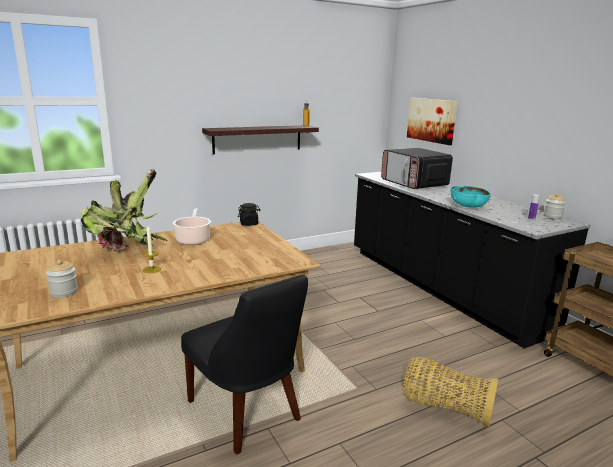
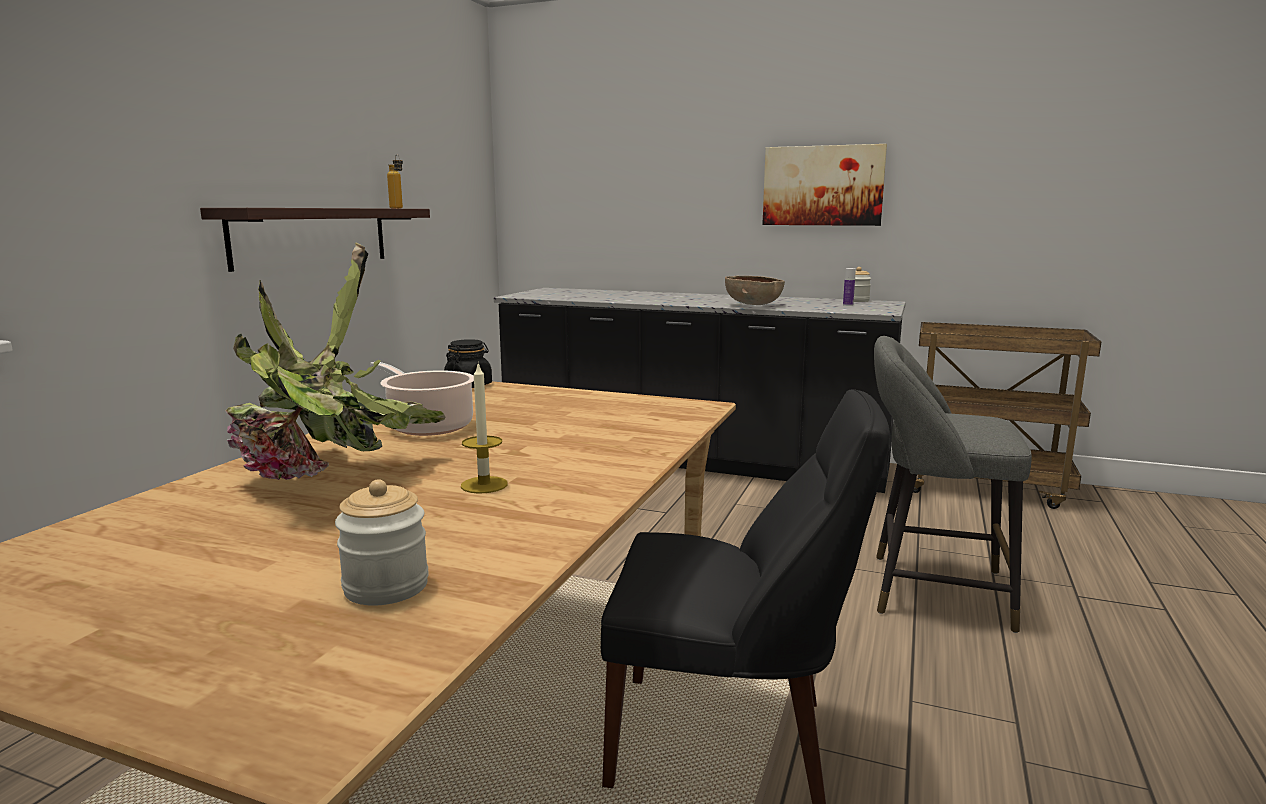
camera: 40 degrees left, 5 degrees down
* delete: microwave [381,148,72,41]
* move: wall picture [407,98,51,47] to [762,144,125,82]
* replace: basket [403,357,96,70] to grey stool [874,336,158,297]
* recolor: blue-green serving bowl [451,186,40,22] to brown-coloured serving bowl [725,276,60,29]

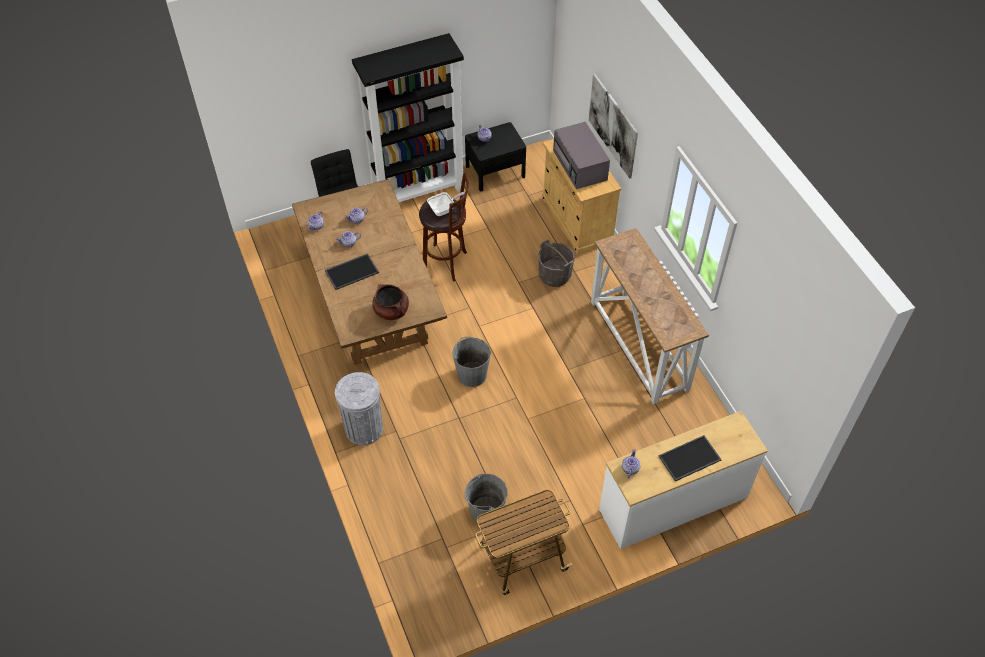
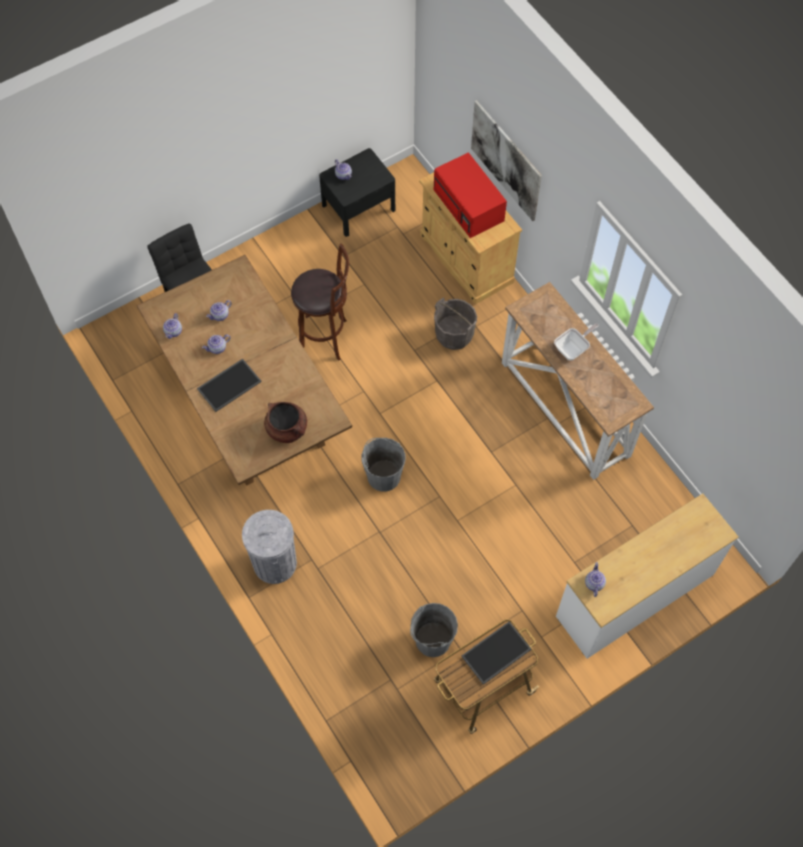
camera: 10 degrees left, 10 degrees up
* delete: blackish bookshelf [352,33,112,169]
* move: frying pan [427,192,38,24] to [554,324,45,36]
* move: serving tray [658,435,64,47] to [461,621,71,64]
* recolor: grey microwave [553,122,57,67] to red microwave [434,152,73,86]

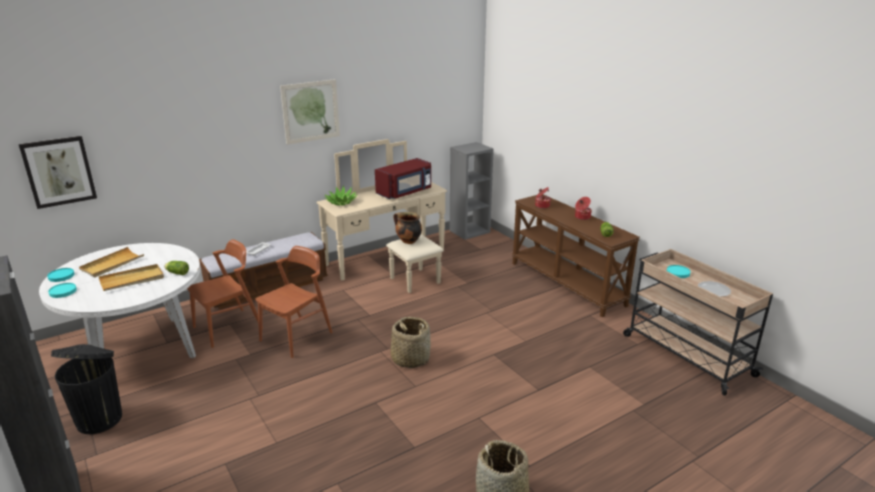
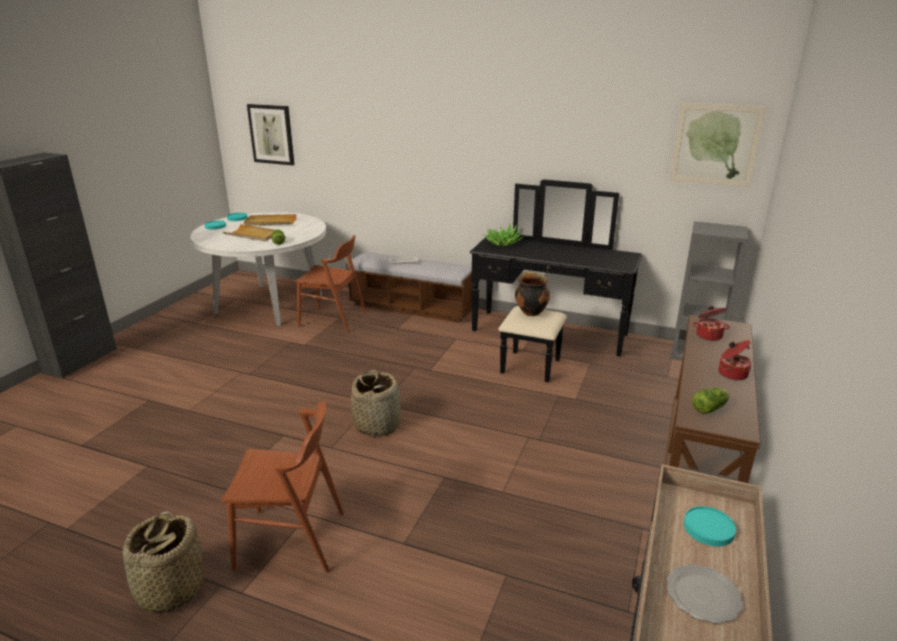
camera: 55 degrees right, 0 degrees up
* delete: blackish trash can [51,344,71,90]
* delete: red microwave [375,158,56,41]
* move: brown-coloured upright chair [255,246,77,112] to [221,401,123,172]
* move: wall picture [280,79,60,66] to [670,103,96,84]
* recolor: beige dresser [316,139,131,154] to blackish dresser [470,179,172,203]

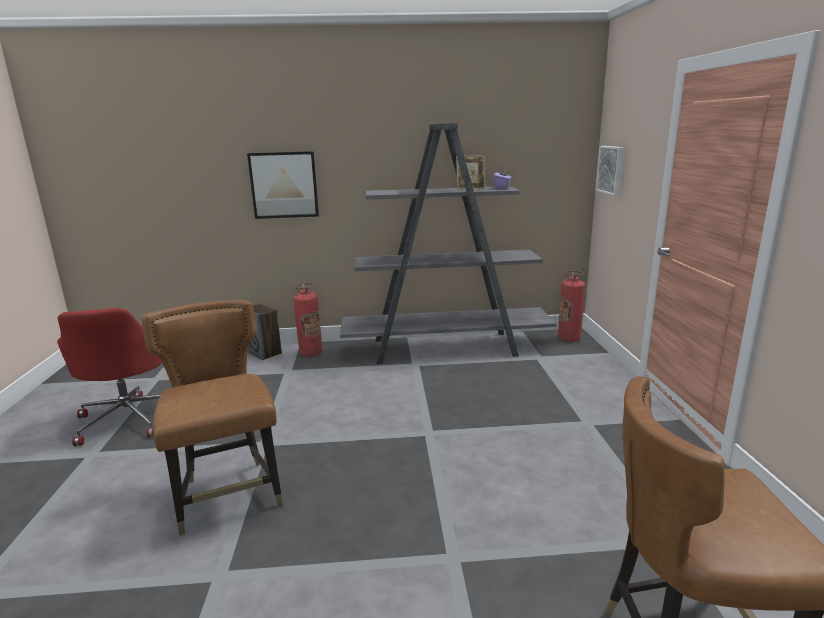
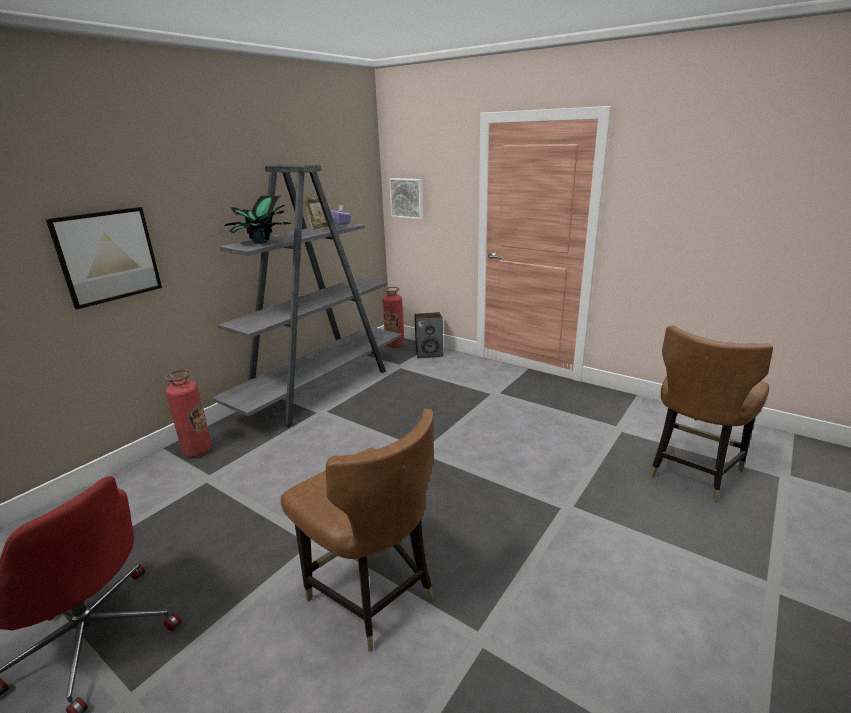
camera: 50 degrees left, 5 degrees up
* insert: houseplant [225,196,66,48]
* move: speaker [248,304,34,56] to [415,312,28,46]
* rotate: brown-coloured upright chair [142,300,141,235] = [281,409,153,243] 150 degrees counterclockwise

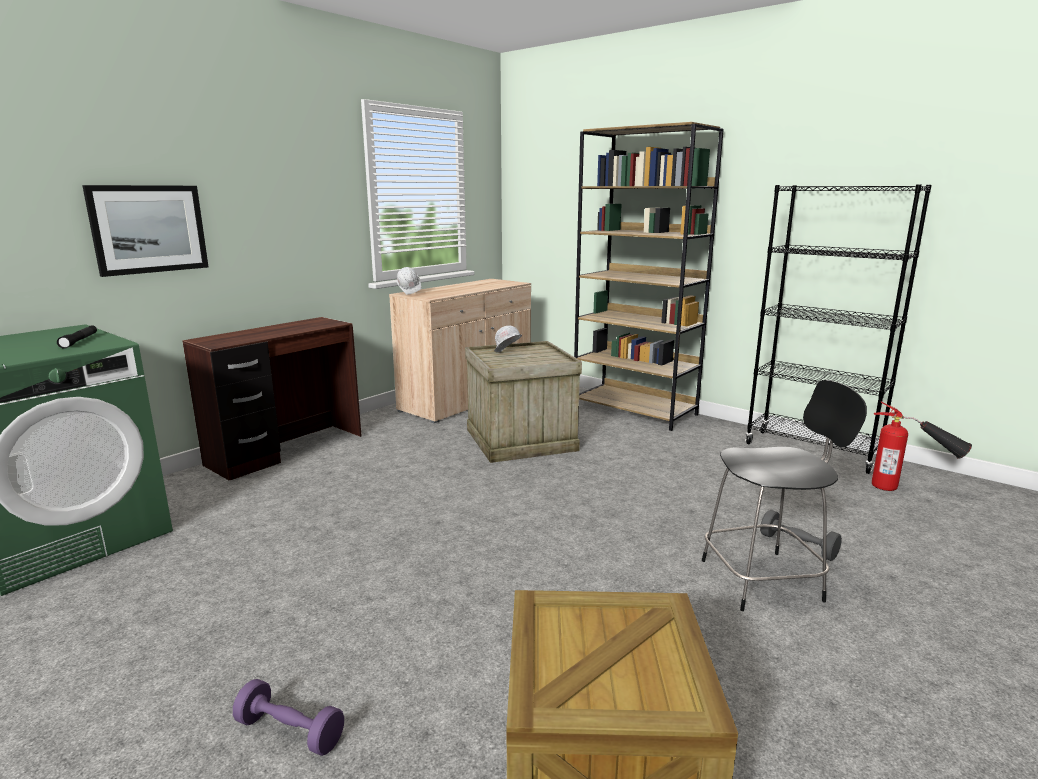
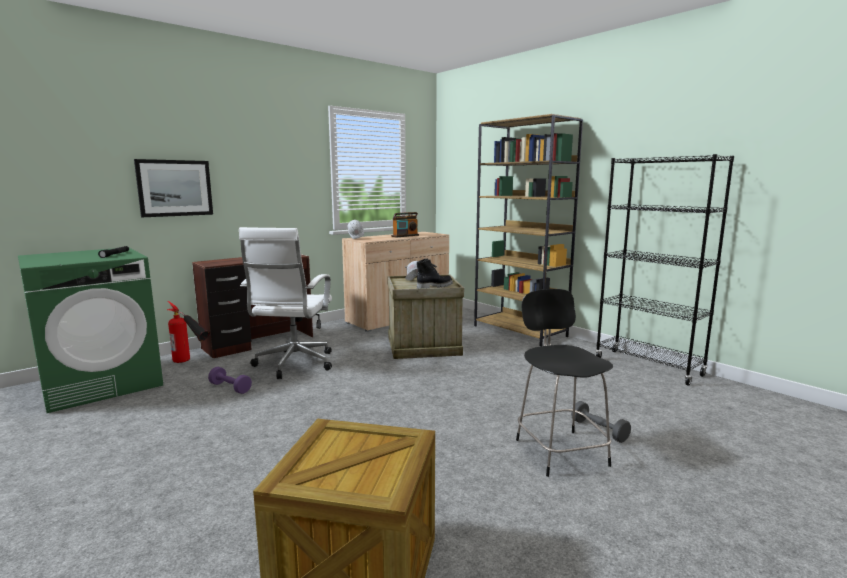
camera: 10 degrees right, 5 degrees down
* insert: whitish computer chair [239,227,93,152]
* insert: radio receiver [391,212,28,26]
* insert: blackish tall boot [417,258,36,31]
* move: purplish hand weight [233,679,111,77] to [208,367,44,27]
* move: fire-fighting cylinder [872,401,100,90] to [167,301,43,62]
* rotate: blackish upright chair [702,380,165,231] = [516,289,97,188] 105 degrees counterclockwise

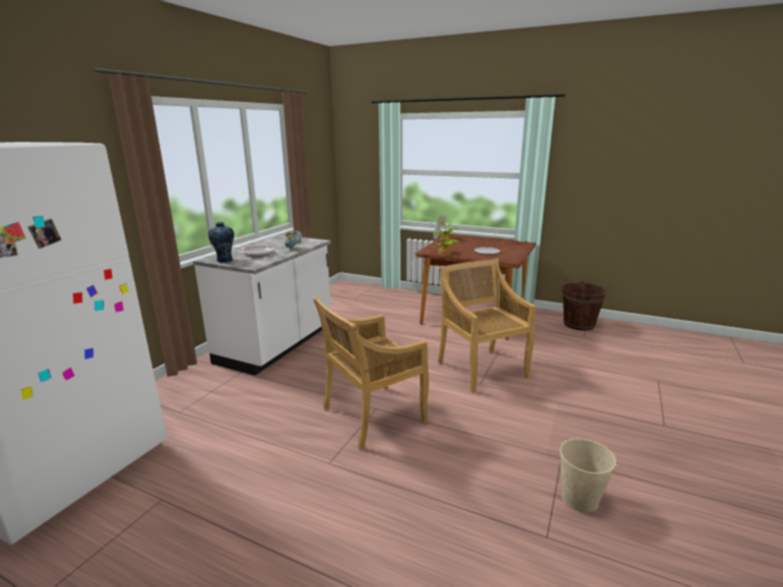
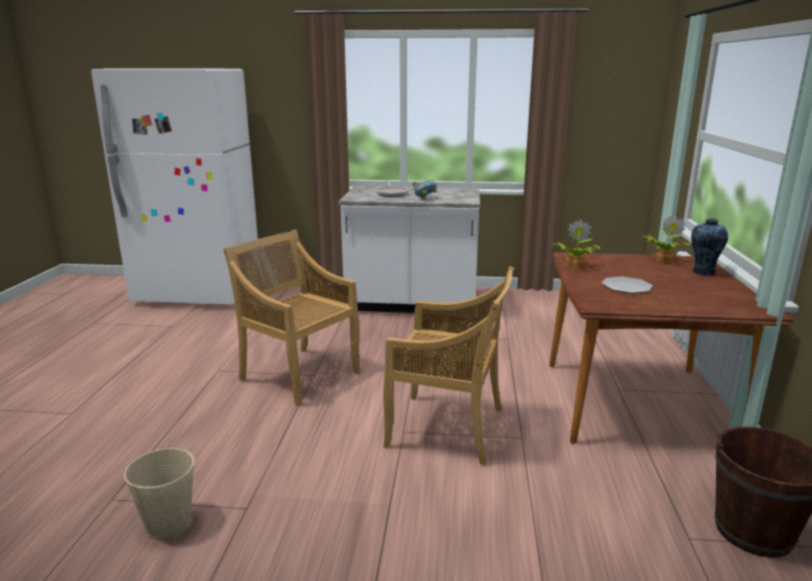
camera: 70 degrees right, 0 degrees up
* move: flower vase [208,222,26,41] to [691,218,37,58]
* rotate: beige upright chair [438,258,98,135] = [383,266,131,199] 60 degrees clockwise

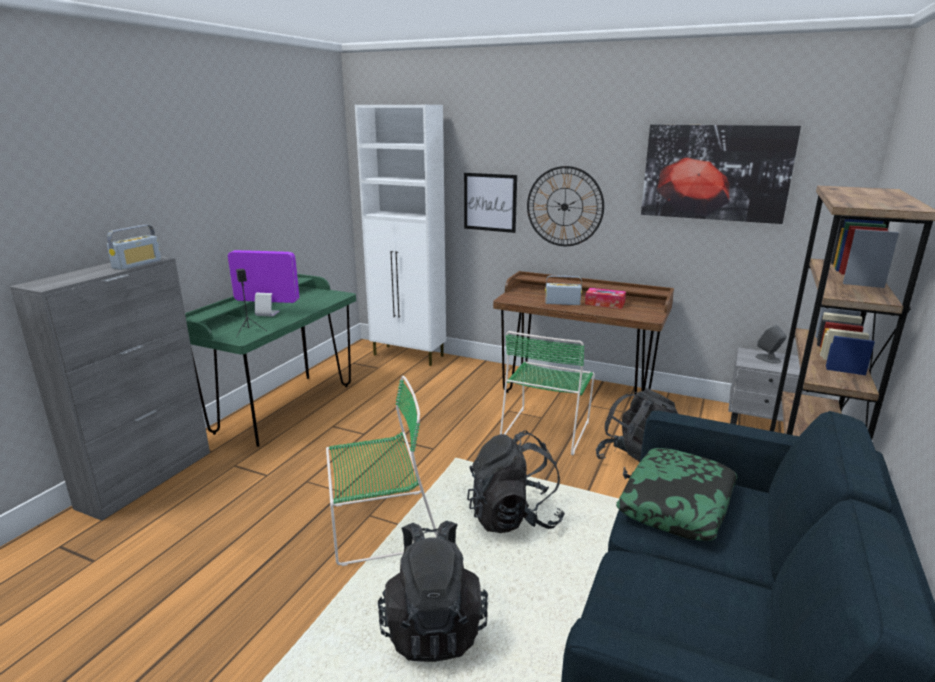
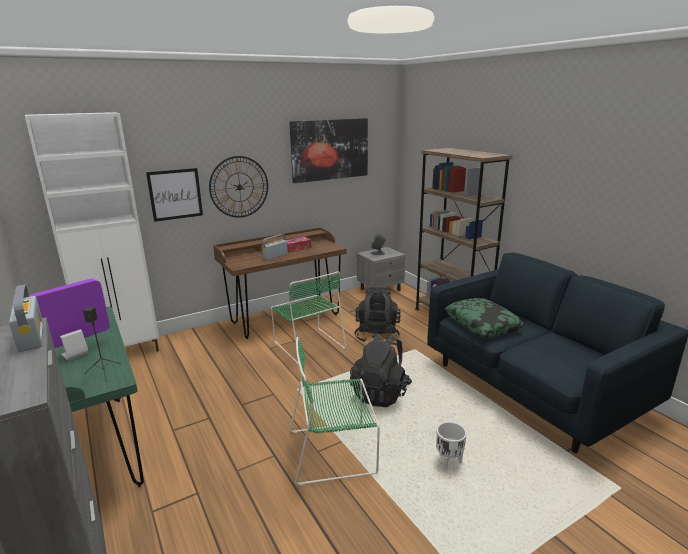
camera: 55 degrees left, 0 degrees up
* replace: blackish rucksack [378,521,110,141] to whitish planter [436,422,31,49]
* rotate: greenish upright chair [326,376,111,190] = [290,337,90,149] 120 degrees counterclockwise

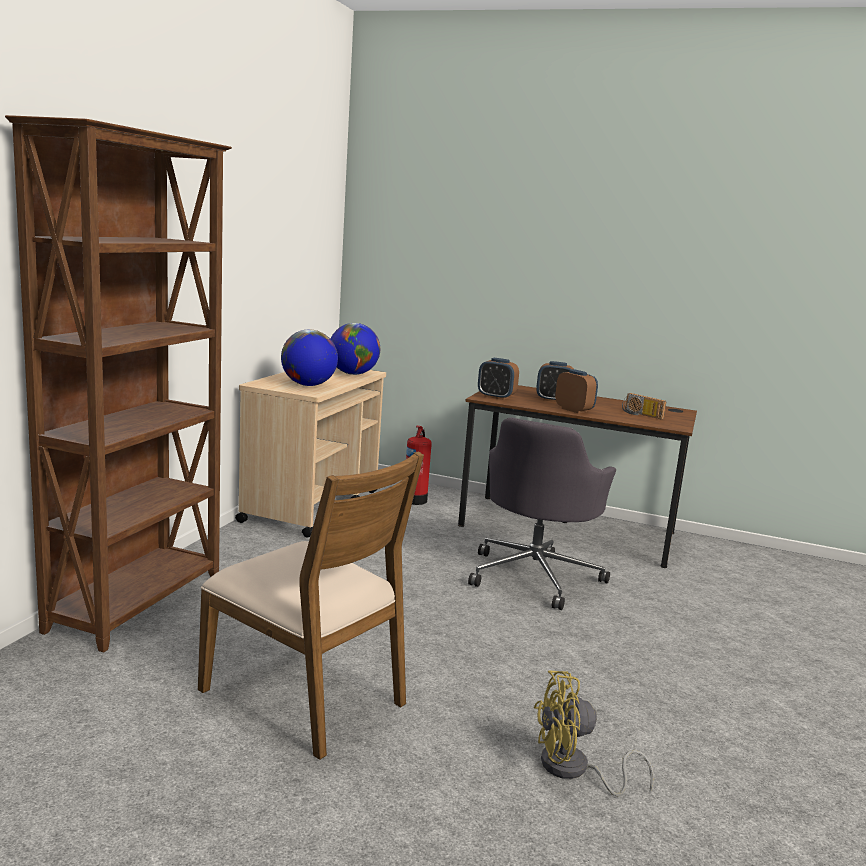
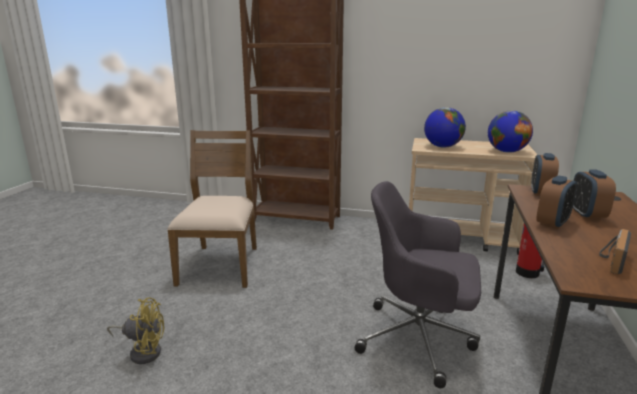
camera: 85 degrees right, 5 degrees up
* rotate: brown-coloured upright chair [198,451,226,309] = [167,130,90,158] 150 degrees clockwise
* rotate: yellow-coloured electric fan [534,670,120,126] = [107,297,58,67] 105 degrees clockwise

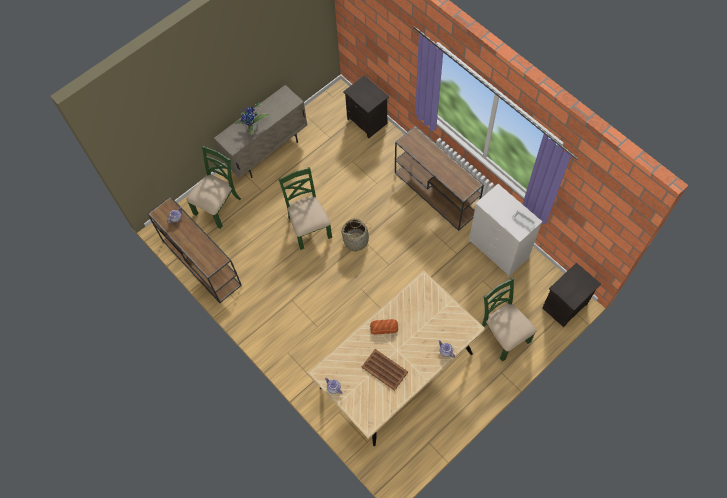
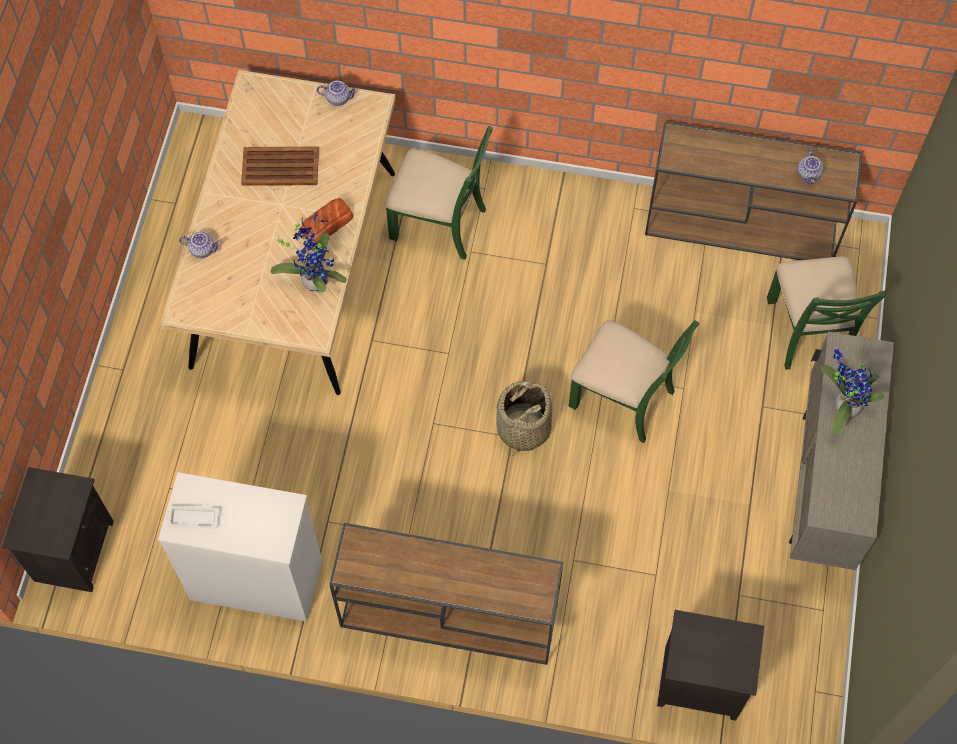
camera: 140 degrees right, 0 degrees up
* insert: houseplant [271,212,76,80]
* move: greenish upright chair [482,278,55,84] to [385,126,108,134]

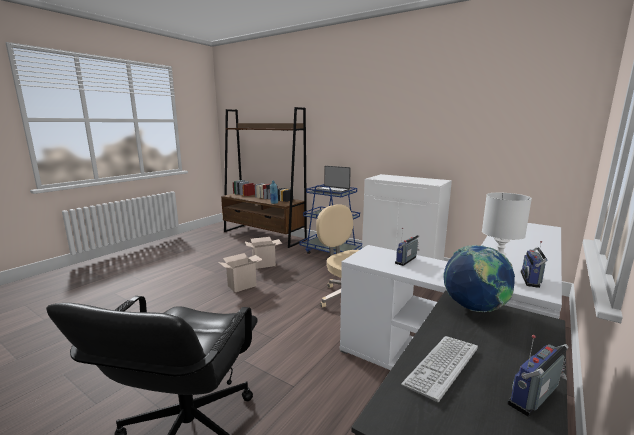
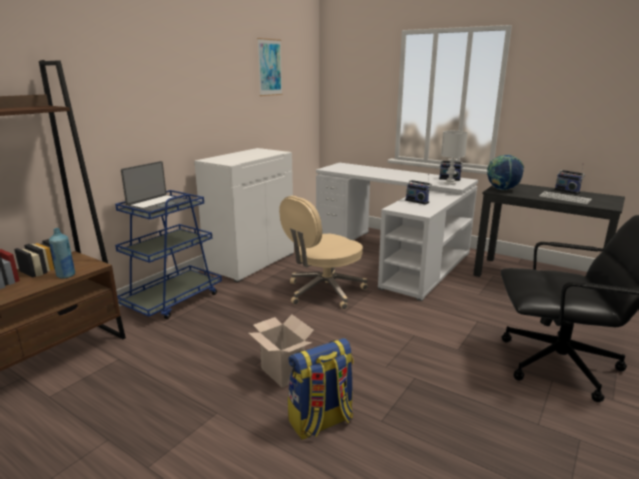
camera: 90 degrees left, 5 degrees up
* delete: carton [244,237,38,32]
* insert: wall picture [257,38,26,58]
* insert: rucksack [288,338,66,102]

